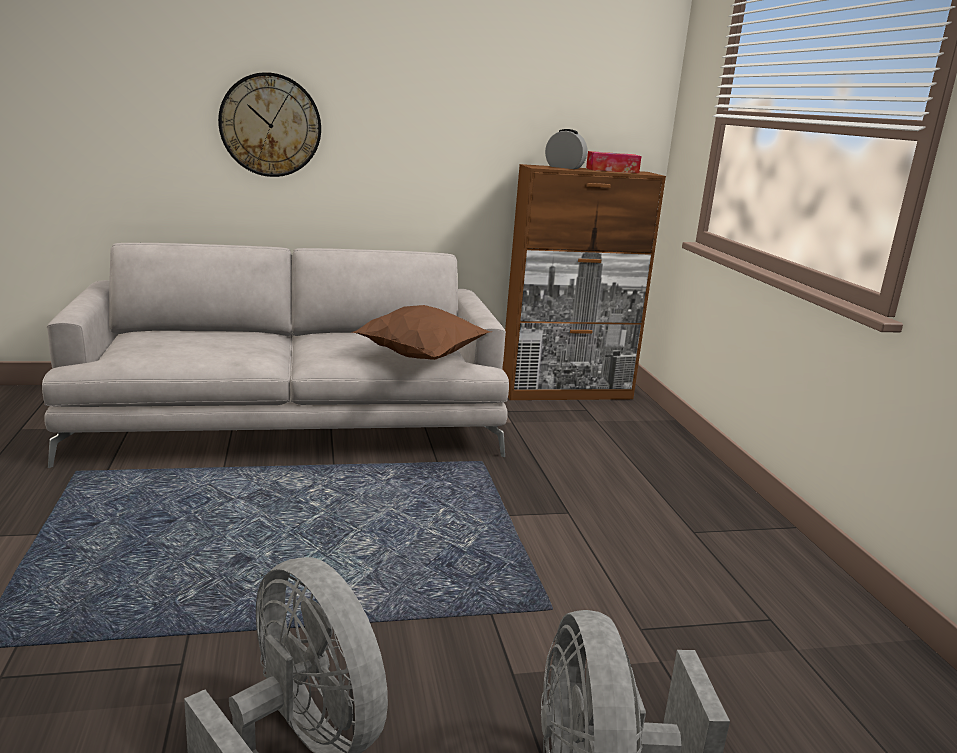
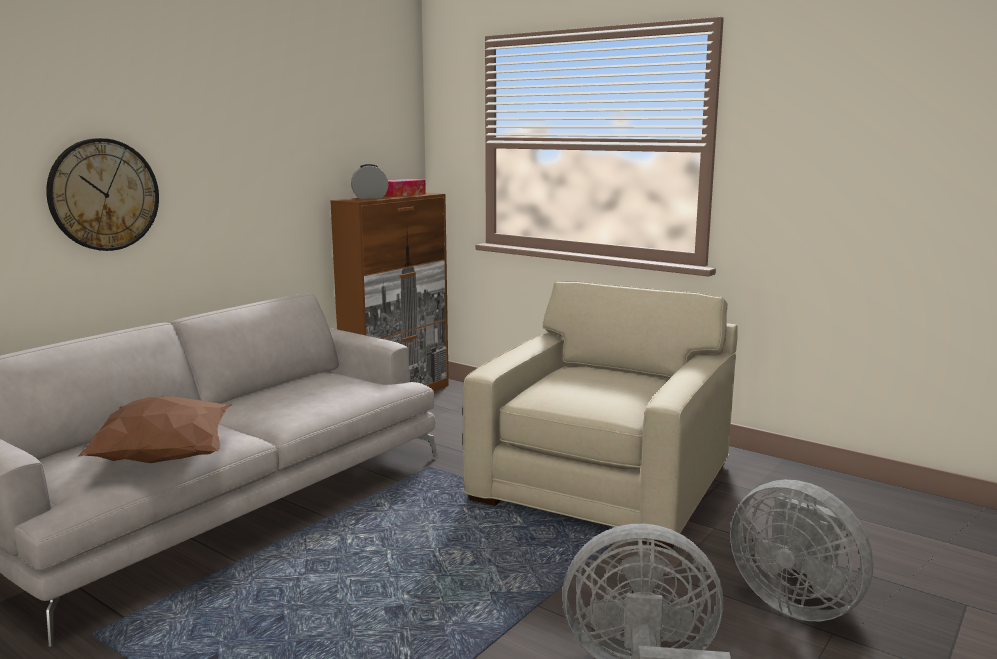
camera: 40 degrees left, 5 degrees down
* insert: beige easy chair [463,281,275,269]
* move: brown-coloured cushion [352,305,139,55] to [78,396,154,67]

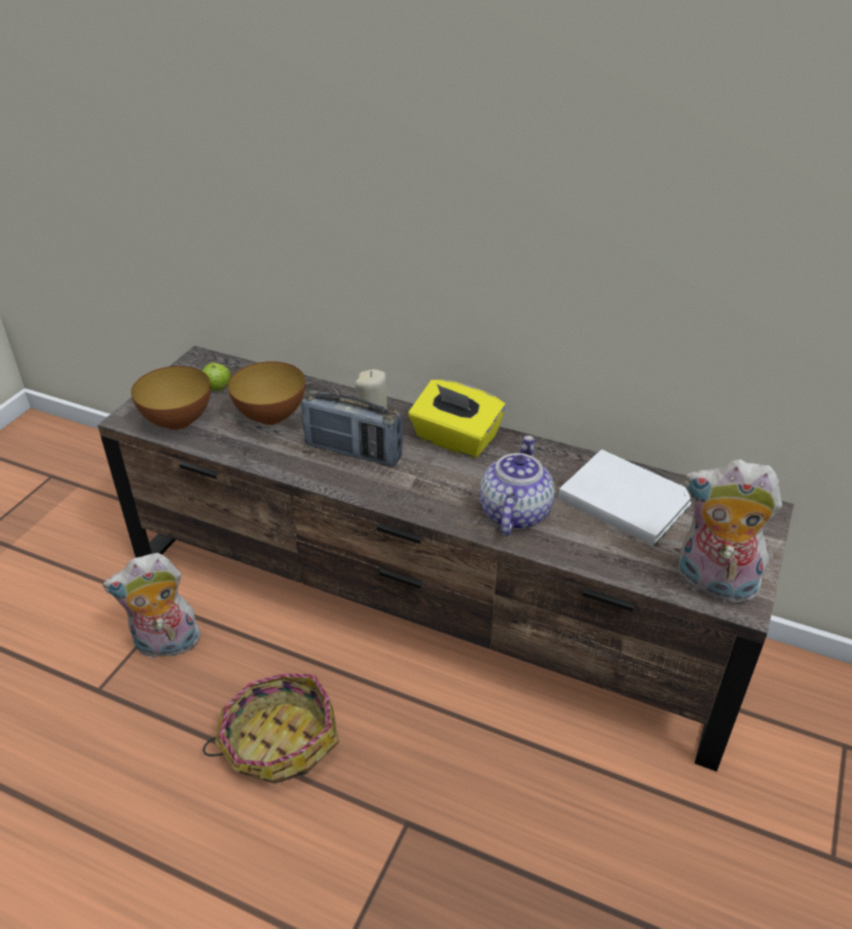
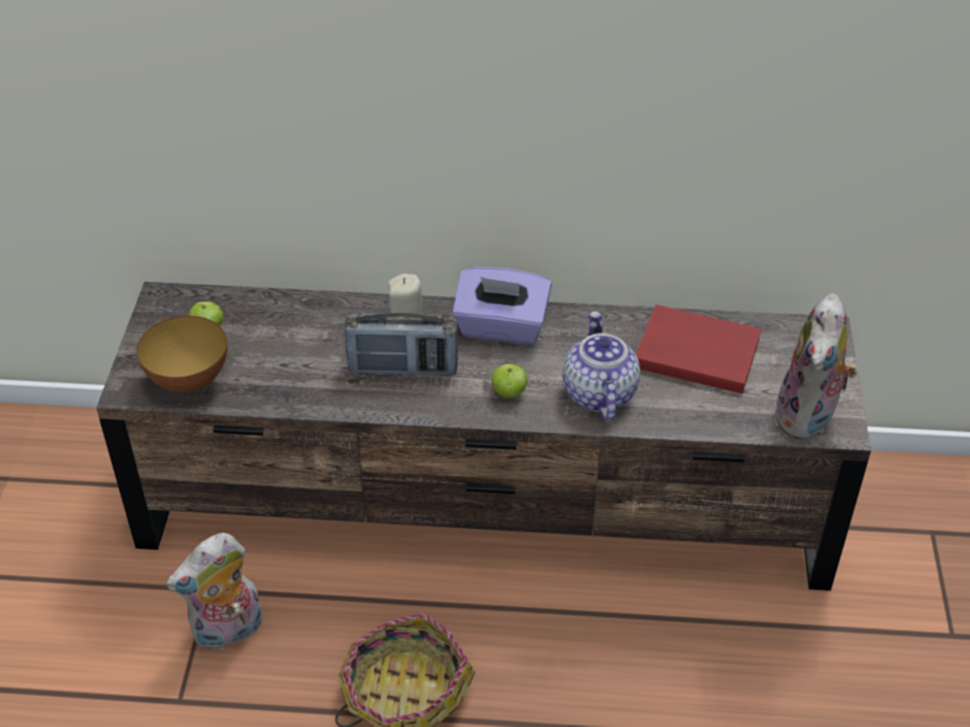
camera: 20 degrees left, 5 degrees up
* delete: serving bowl [228,361,77,64]
* insert: apple fruit [492,364,36,34]
* recolor: yellow-coloured box of tissues [408,380,98,78] to purplish box of tissues [452,267,100,77]
* recolor: whitish book [558,449,134,97] to red book [636,305,125,89]
* rotate: cuddly toy [678,459,104,148] = [775,293,83,147] 75 degrees counterclockwise

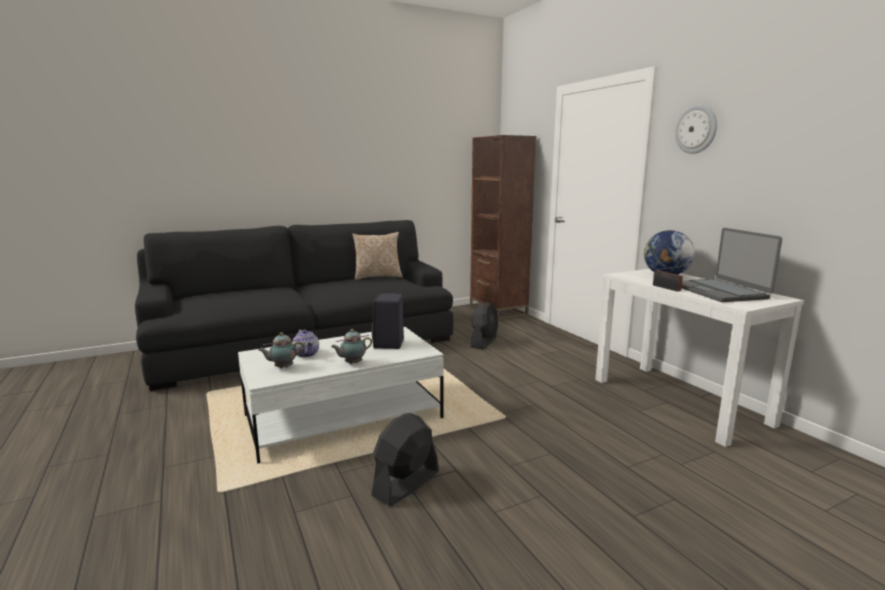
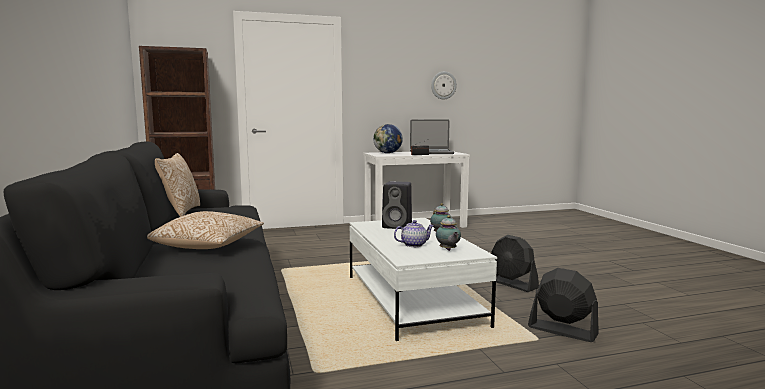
camera: 80 degrees left, 5 degrees down
* insert: cushion [147,211,117,38]
* move: blackish electric fan [470,302,28,47] to [528,268,71,74]
* move: clock on the wall [675,105,42,49] to [431,71,26,29]

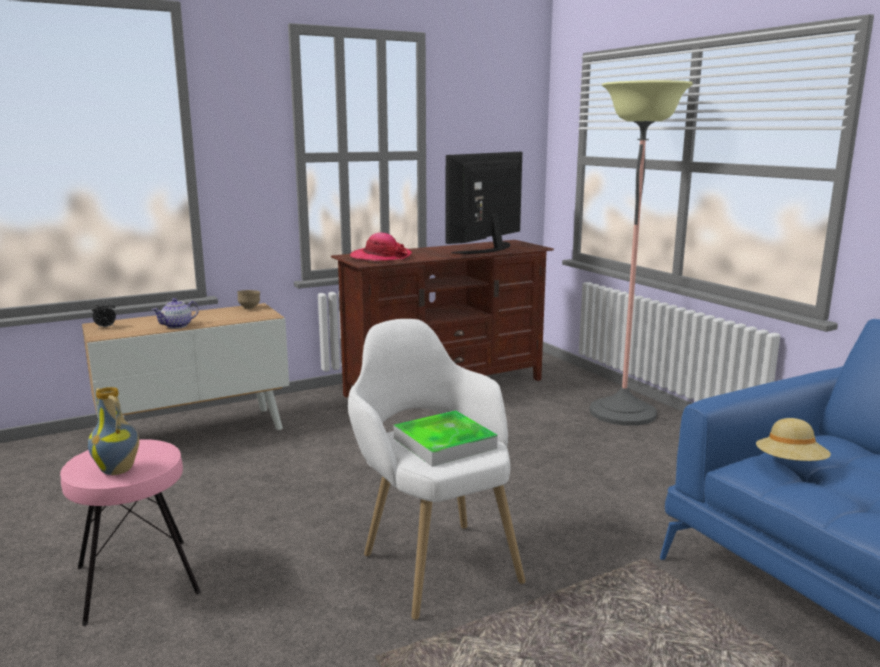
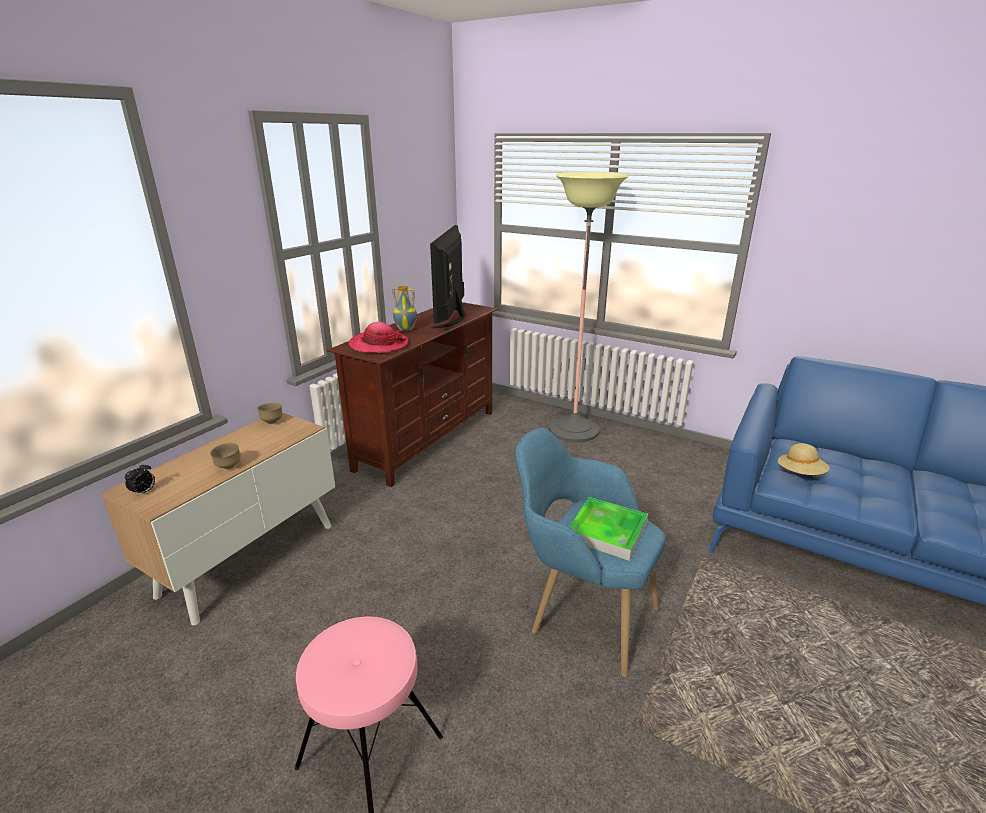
camera: 30 degrees left, 10 degrees up
* move: flower vase [88,387,51,88] to [392,286,25,45]
* replace: tea pot [152,298,47,31] to brown-coloured serving bowl [210,443,31,26]
* recolor: whitish easy chair [348,319,177,301] to bluish easy chair [515,428,151,249]

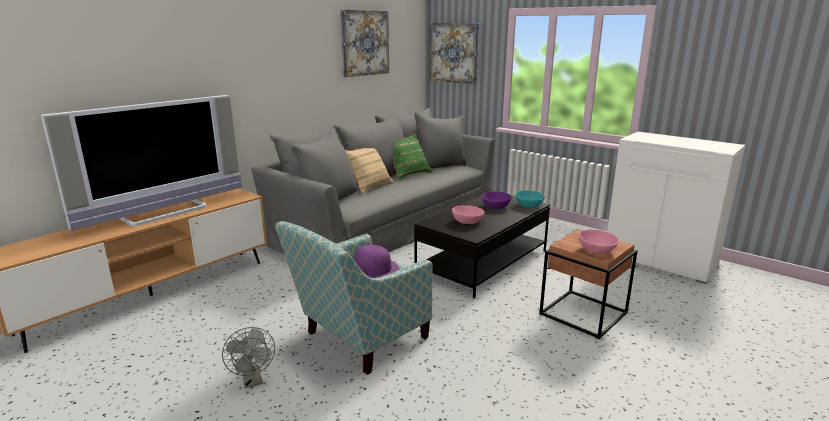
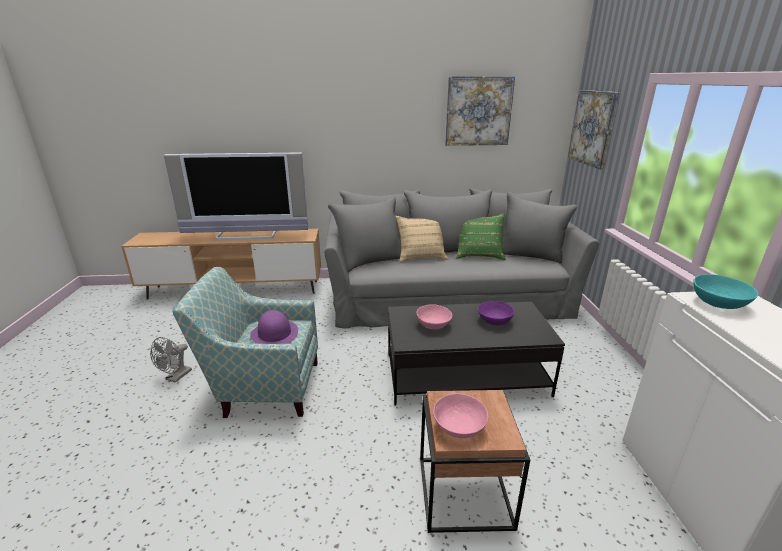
camera: 45 degrees right, 5 degrees up
* move: blue-green serving bowl [515,190,30,17] to [693,274,65,35]

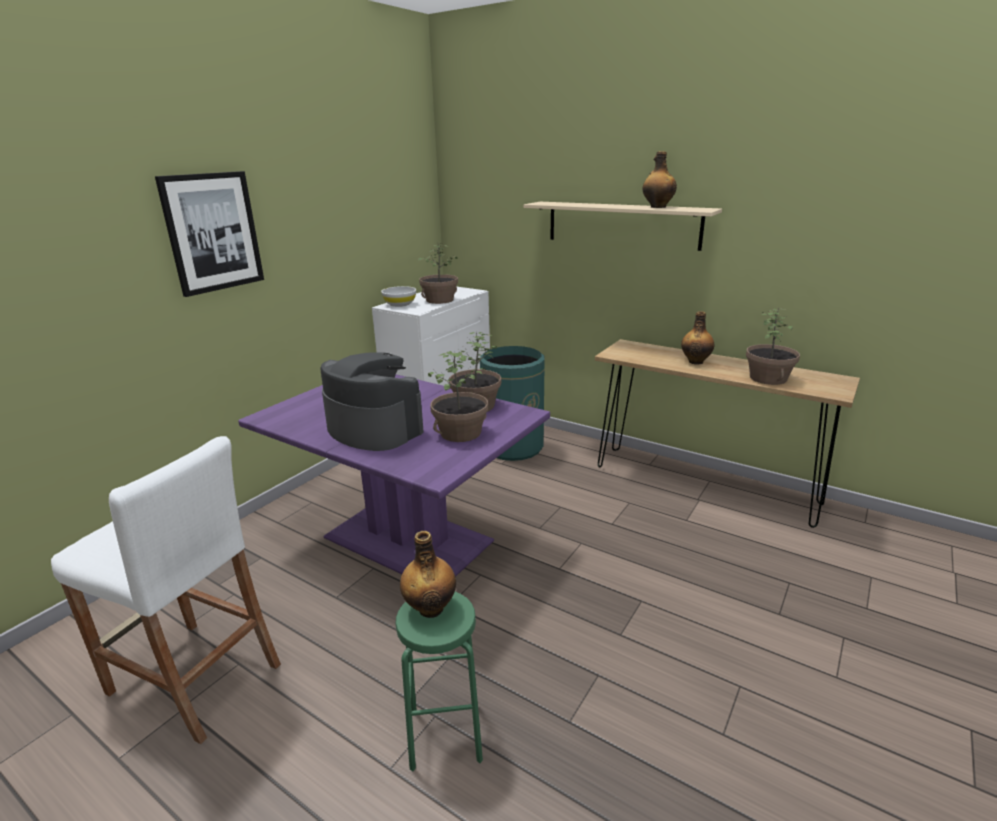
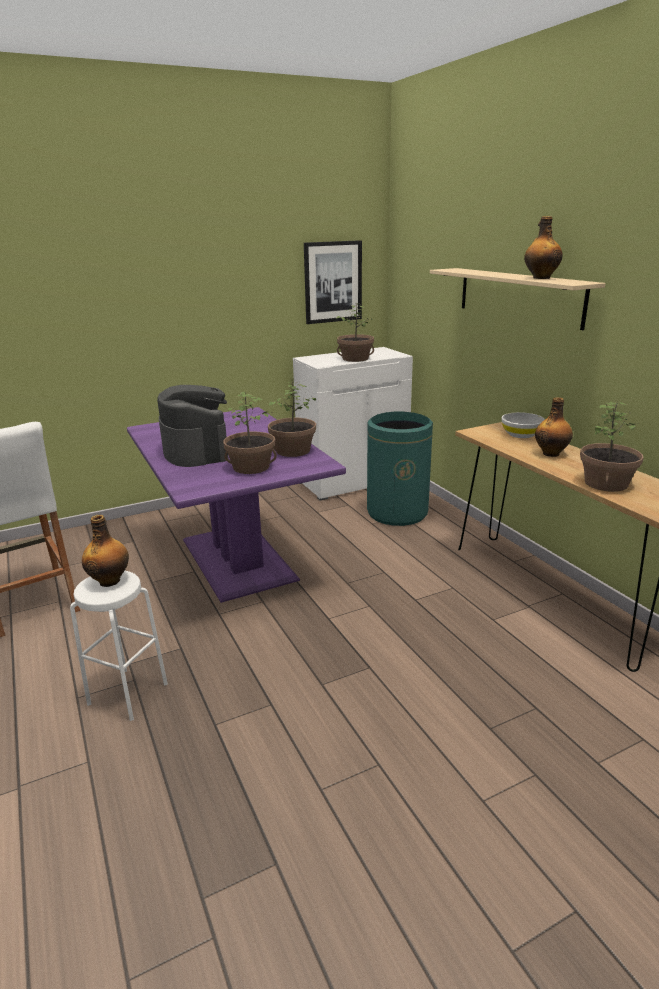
camera: 30 degrees right, 0 degrees up
* move: wall picture [155,171,109,126] to [304,240,58,84]
* move: whitish serving bowl [381,286,35,21] to [502,412,43,26]
* recolor: greenish stool [396,592,87,180] to whitish stool [70,571,98,150]

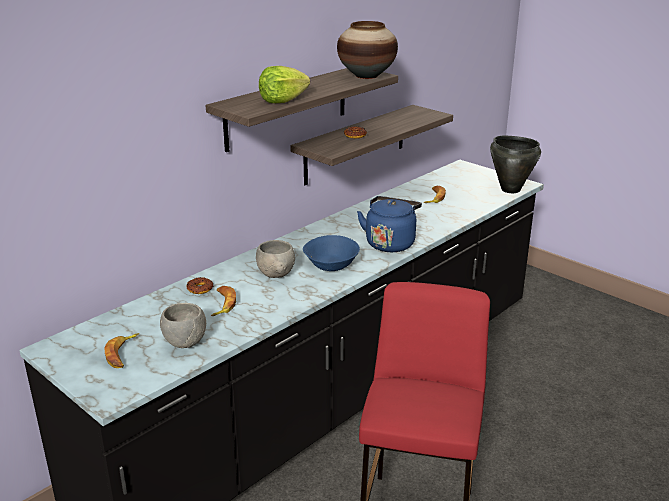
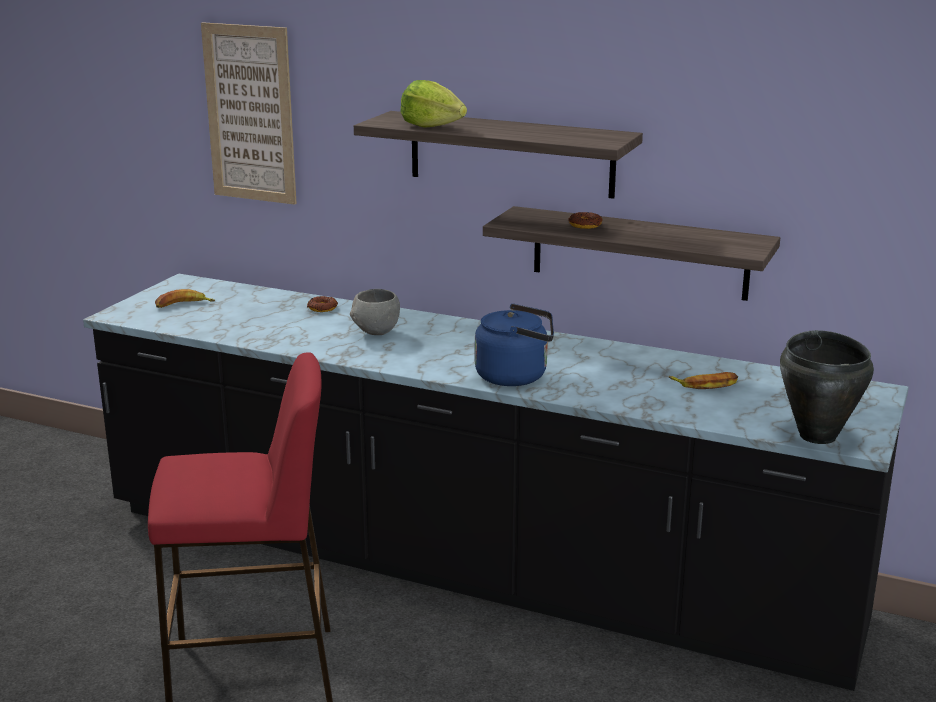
camera: 70 degrees right, 5 degrees down
* delete: grey serving bowl [160,303,46,45]
* delete: banana fruit [211,286,25,30]
* delete: bluish serving bowl [303,235,57,36]
* delete: flower vase [337,21,61,58]
* insert: wall picture [201,22,96,183]

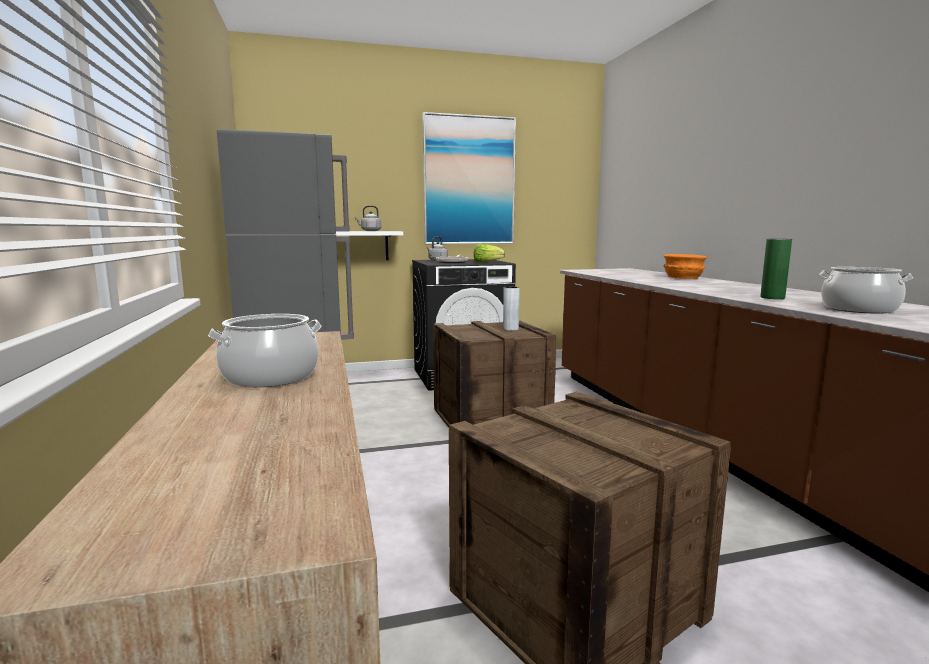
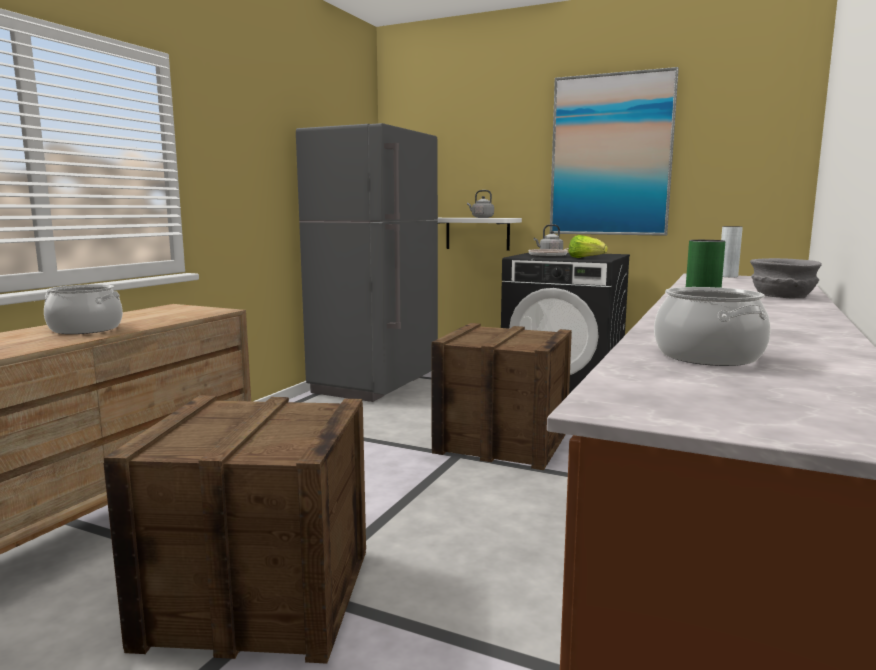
camera: 40 degrees right, 0 degrees up
* move: grey flower vase [503,286,17,45] to [721,226,22,51]
* recolor: orange serving bowl [663,254,44,25] to grey serving bowl [750,258,72,41]

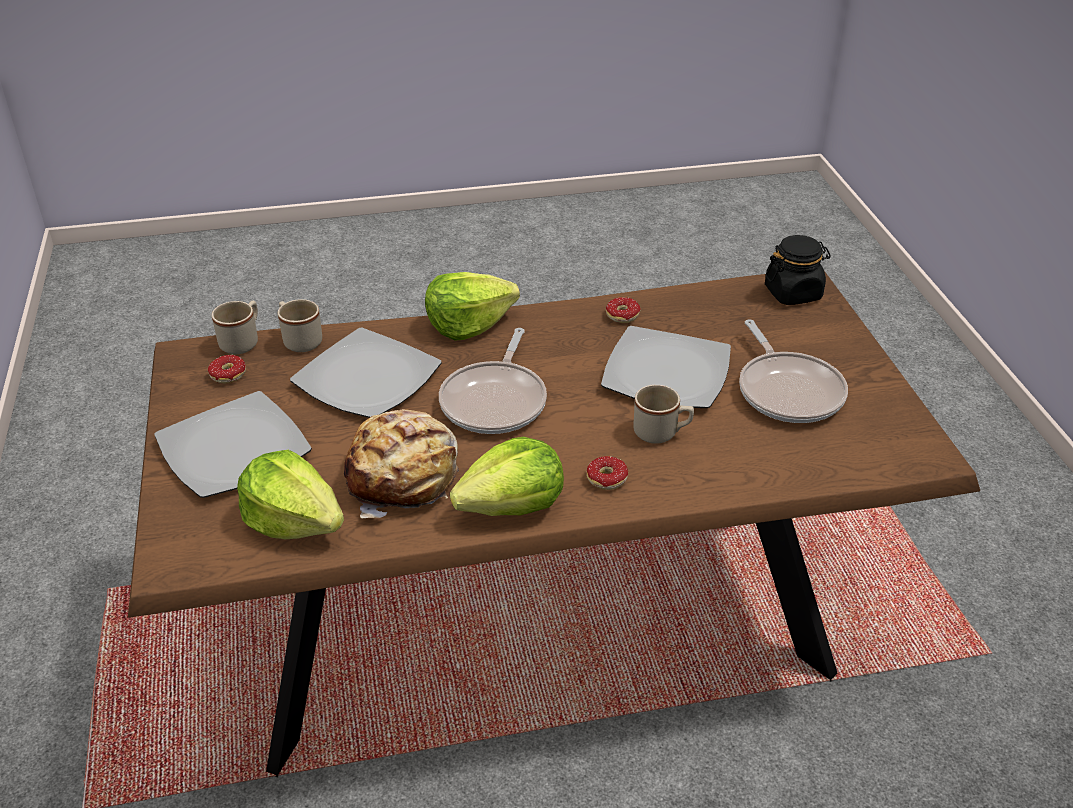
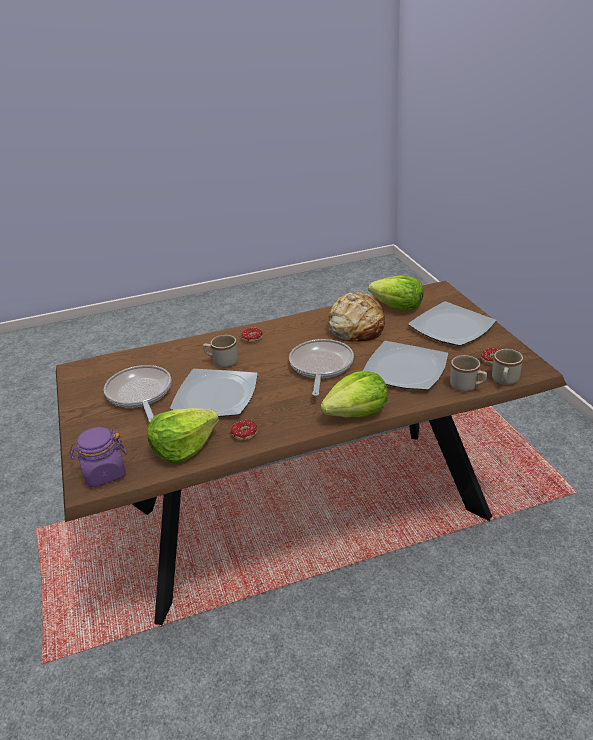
camera: 175 degrees right, 5 degrees down
* move: lettuce [450,437,114,79] to [147,408,72,56]
* recolor: blackish preserve jar [765,235,66,70] to purplish preserve jar [69,427,58,60]

